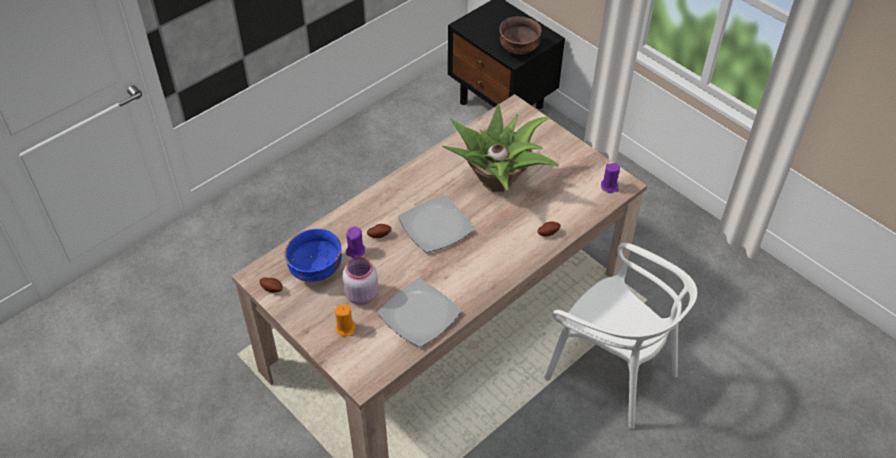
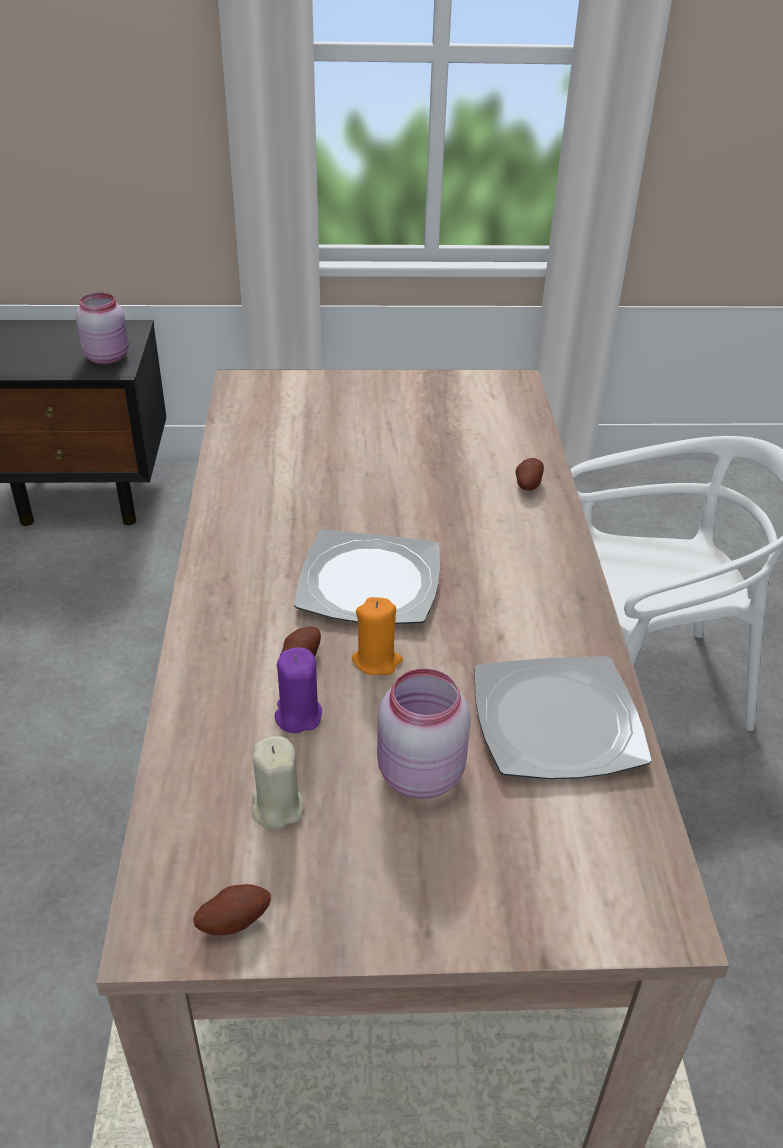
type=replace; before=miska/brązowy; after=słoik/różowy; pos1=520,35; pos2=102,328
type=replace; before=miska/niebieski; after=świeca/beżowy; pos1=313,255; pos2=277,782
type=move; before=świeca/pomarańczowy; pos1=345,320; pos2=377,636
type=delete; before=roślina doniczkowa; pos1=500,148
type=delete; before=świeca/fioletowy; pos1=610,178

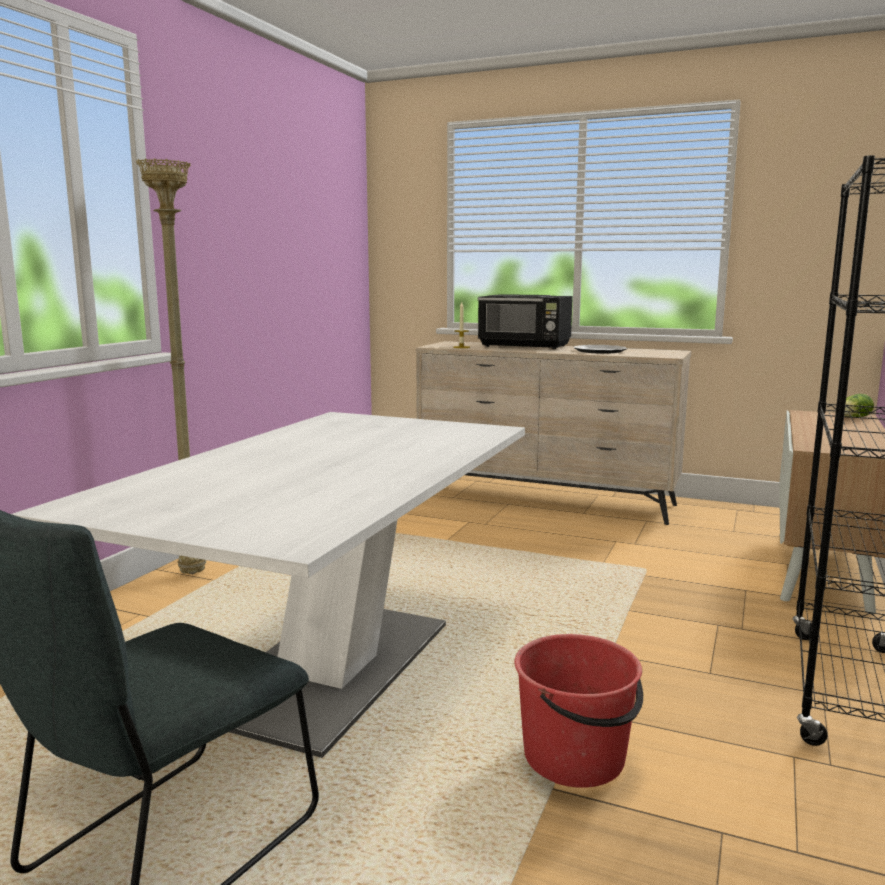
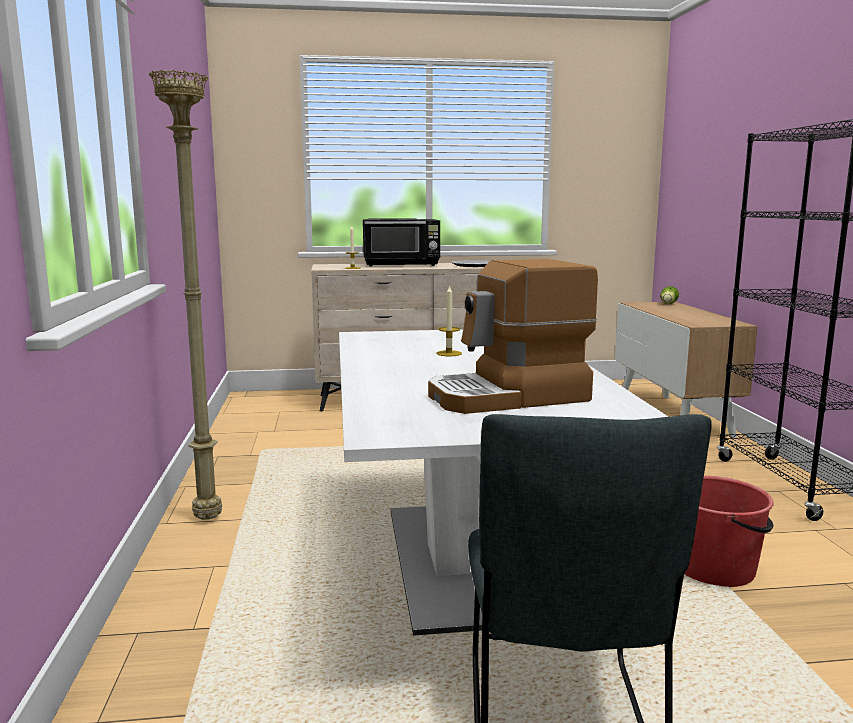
type=insert; after=ekspres do kawy; pos2=513,336
type=insert; after=świeca; pos2=449,320

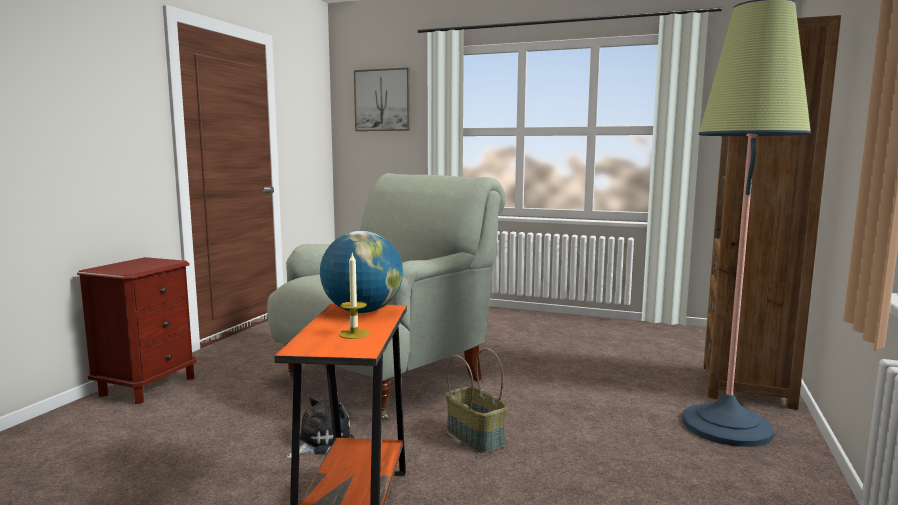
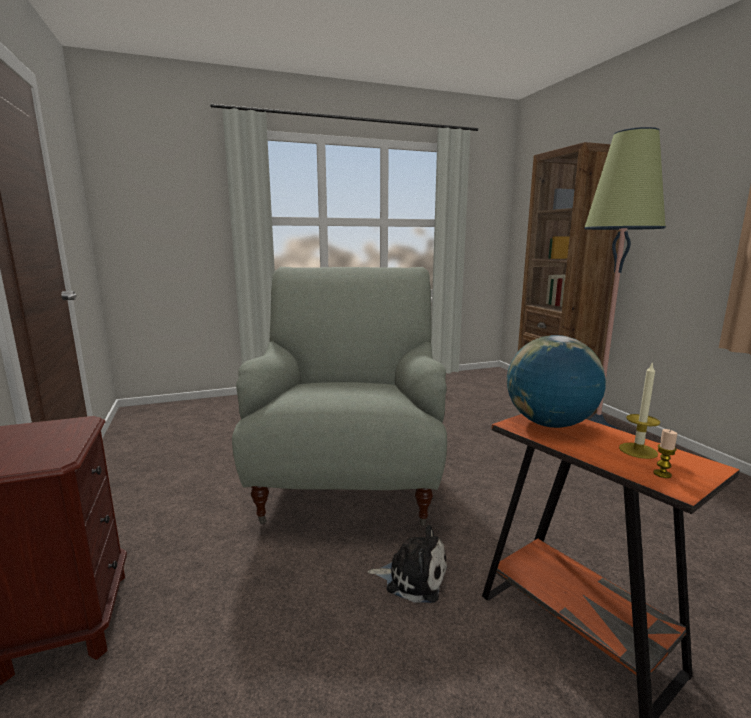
type=rotate; before=pluszak; pos1=320,426; pos2=407,564; turn=105
type=insert; after=świeca; pos2=665,453
type=delete; before=obraz; pos1=382,99
type=delete; before=koszyk; pos1=476,400

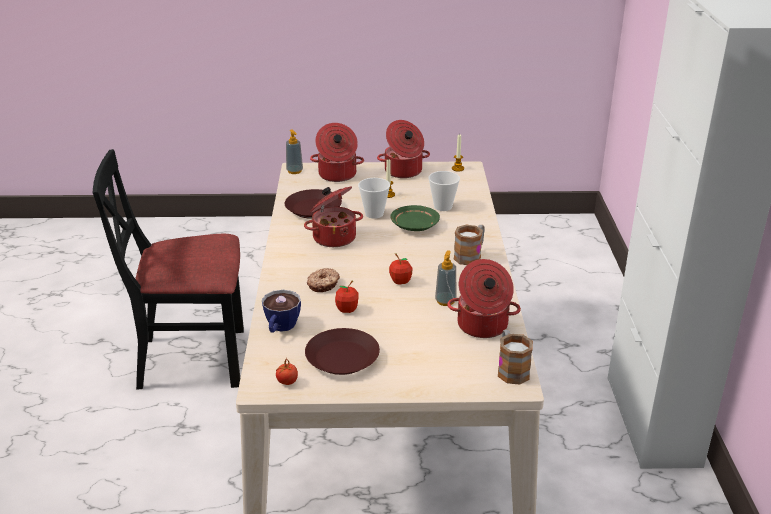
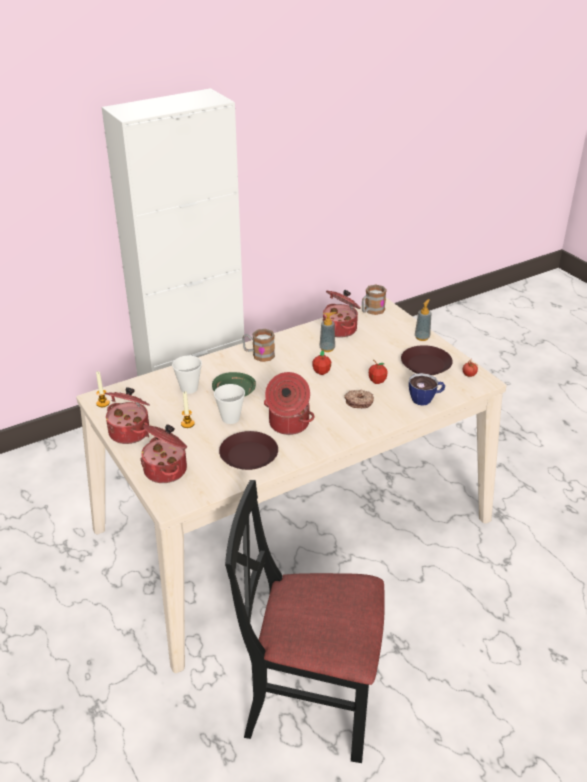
type=rotate; before=krzesło/czarny; pos1=168,269; pos2=305,621; turn=135
type=move; before=dozownik mydła; pos1=294,151; pos2=423,320

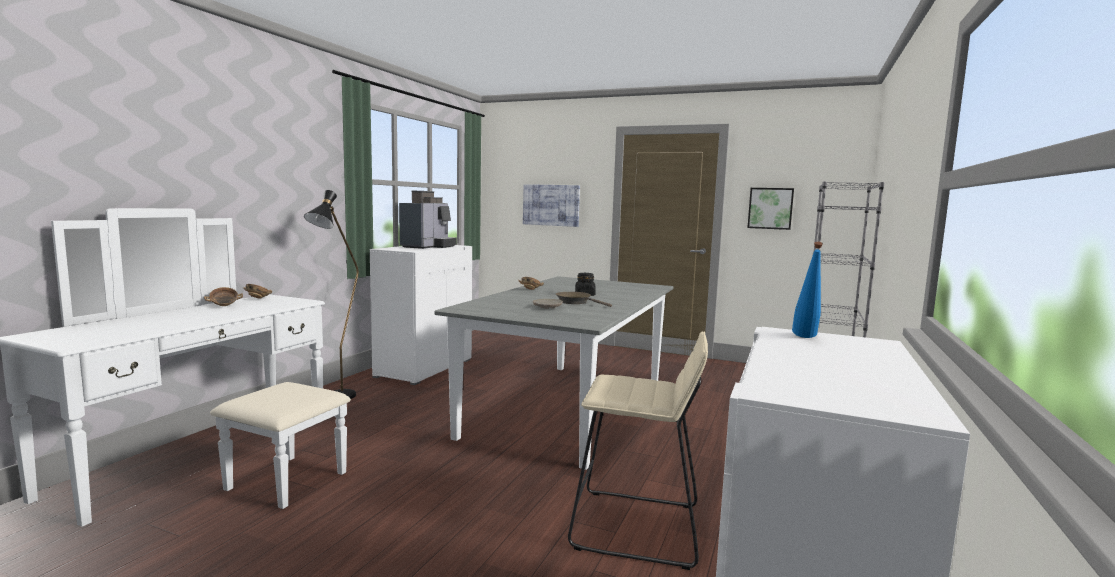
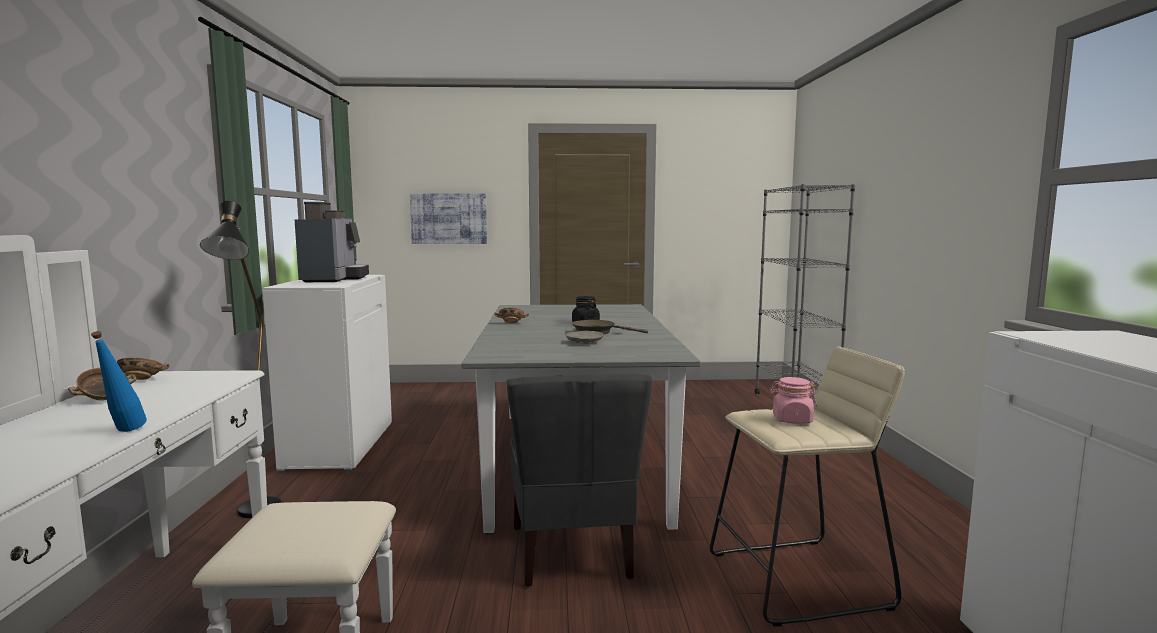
type=move; before=butelka/niebieski; pos1=807,290; pos2=119,381
type=insert; after=krzesło/szary; pos2=579,480
type=insert; after=słoik/różowy; pos2=793,400
type=delete; before=obraz; pos1=770,209

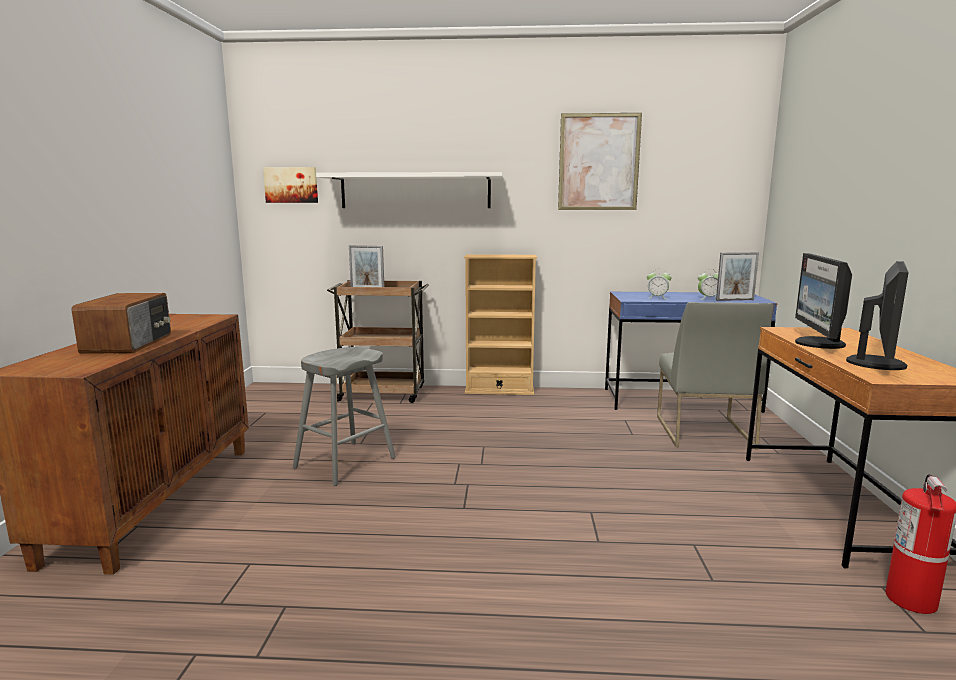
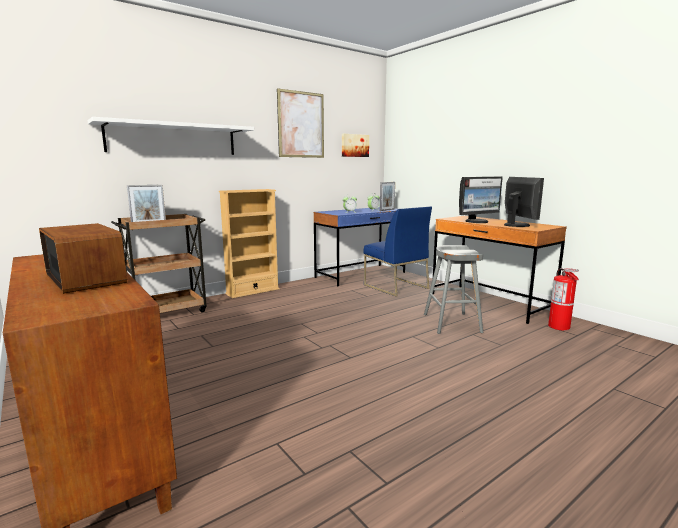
type=move; before=obraz; pos1=290,185; pos2=355,145
type=recolor; before=krzesło/szary; after=krzesło/niebieski; pos1=715,376; pos2=398,251
type=move; before=stołek/szary; pos1=344,416; pos2=453,289
type=rotate; before=monitor; pos1=823,301; pos2=481,200; turn=-90

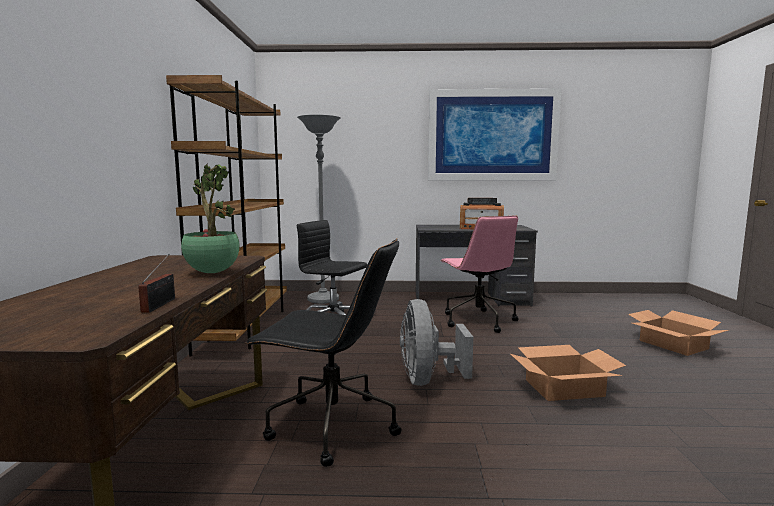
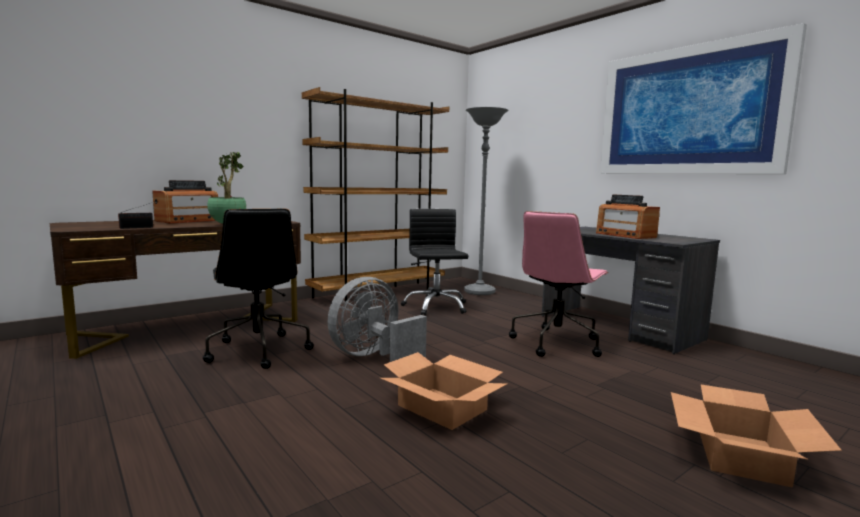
type=insert; after=radio; pos2=185,201

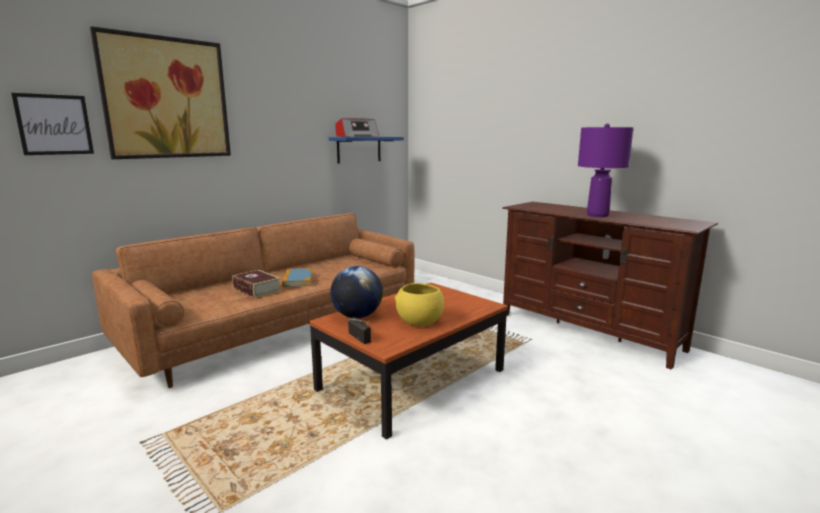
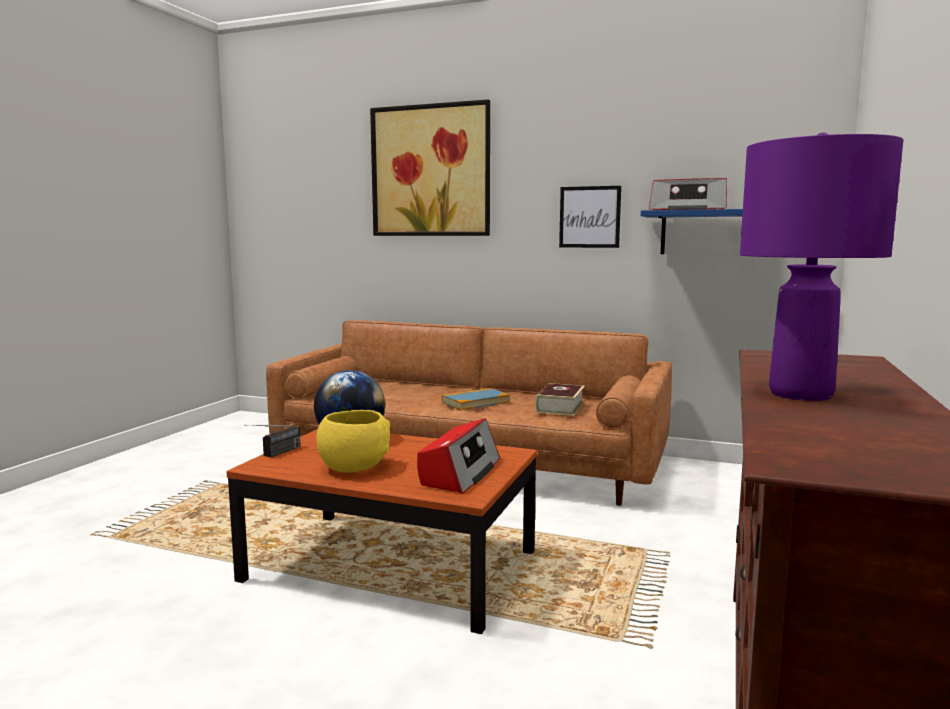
type=insert; after=radio; pos2=458,456
type=move; before=książka; pos1=256,284; pos2=560,399
type=move; before=obraz; pos1=52,124; pos2=590,217

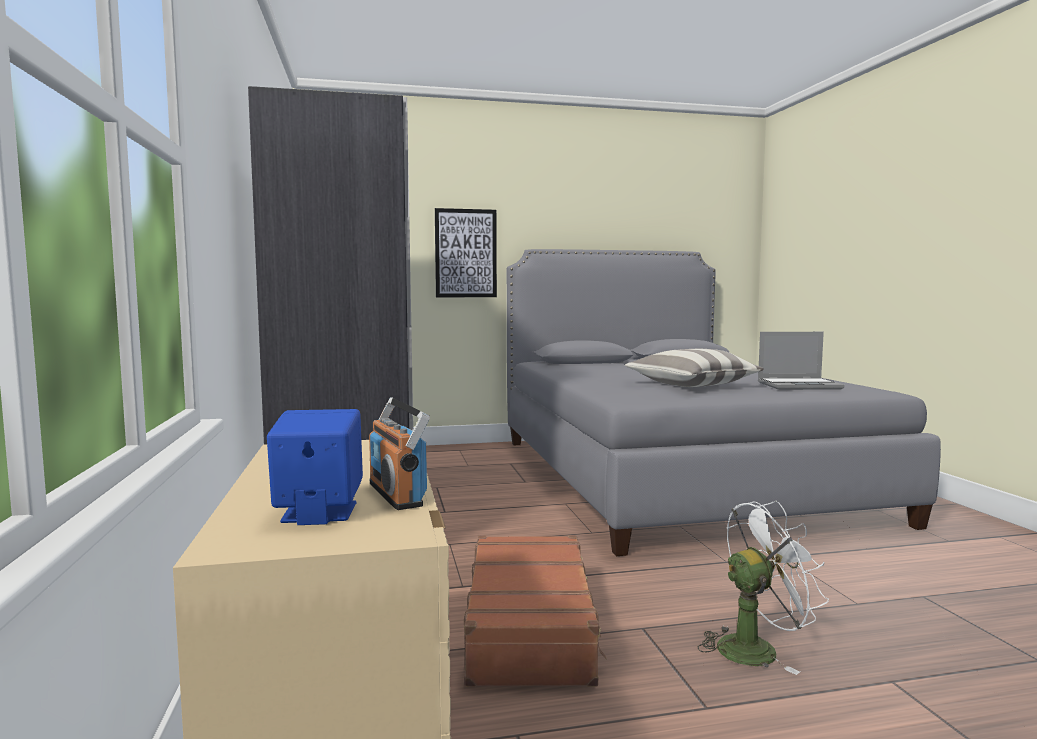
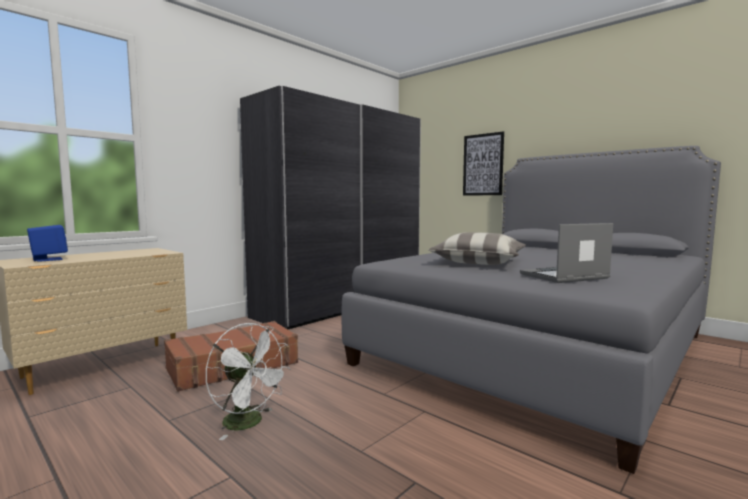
type=rotate; before=laptop; pos1=801,361; pos2=566,253; turn=105
type=delete; before=radio; pos1=399,453

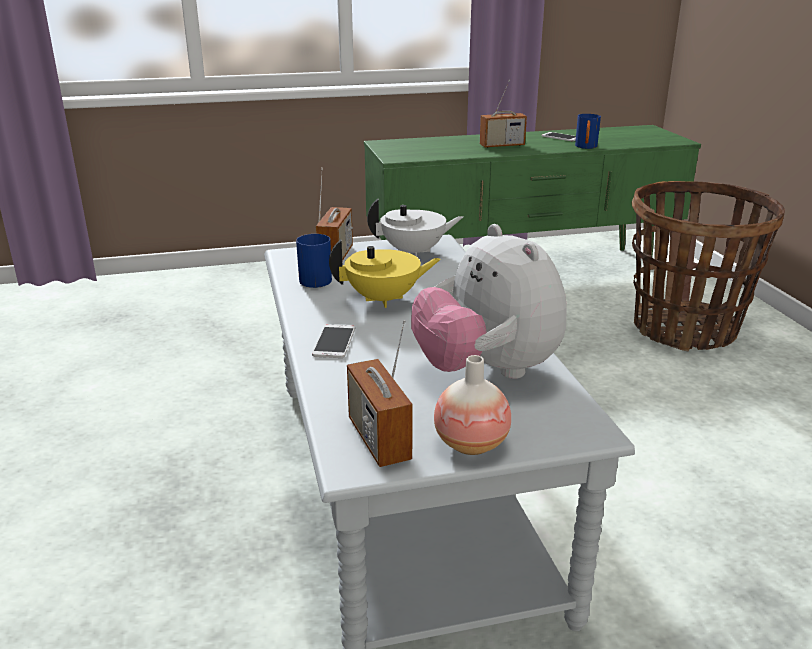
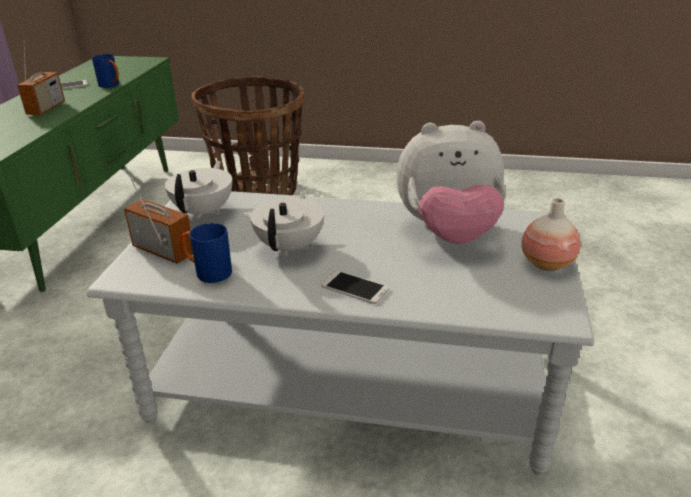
type=recolor; before=imbryk/żółty; after=imbryk/biały; pos1=385,274; pos2=287,223
type=delete; before=radio; pos1=380,393

